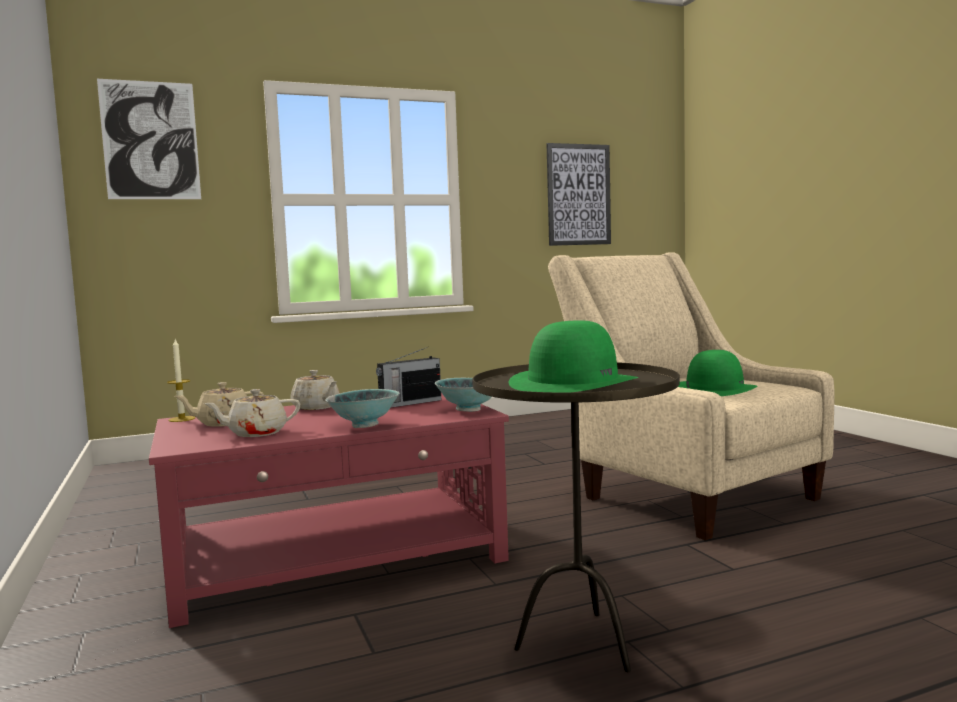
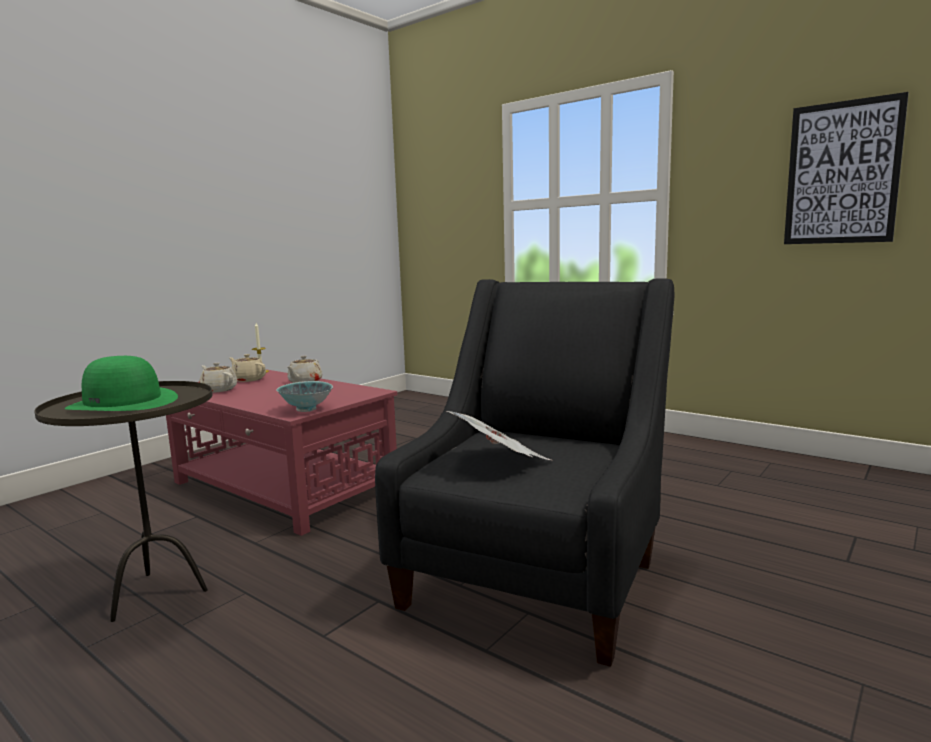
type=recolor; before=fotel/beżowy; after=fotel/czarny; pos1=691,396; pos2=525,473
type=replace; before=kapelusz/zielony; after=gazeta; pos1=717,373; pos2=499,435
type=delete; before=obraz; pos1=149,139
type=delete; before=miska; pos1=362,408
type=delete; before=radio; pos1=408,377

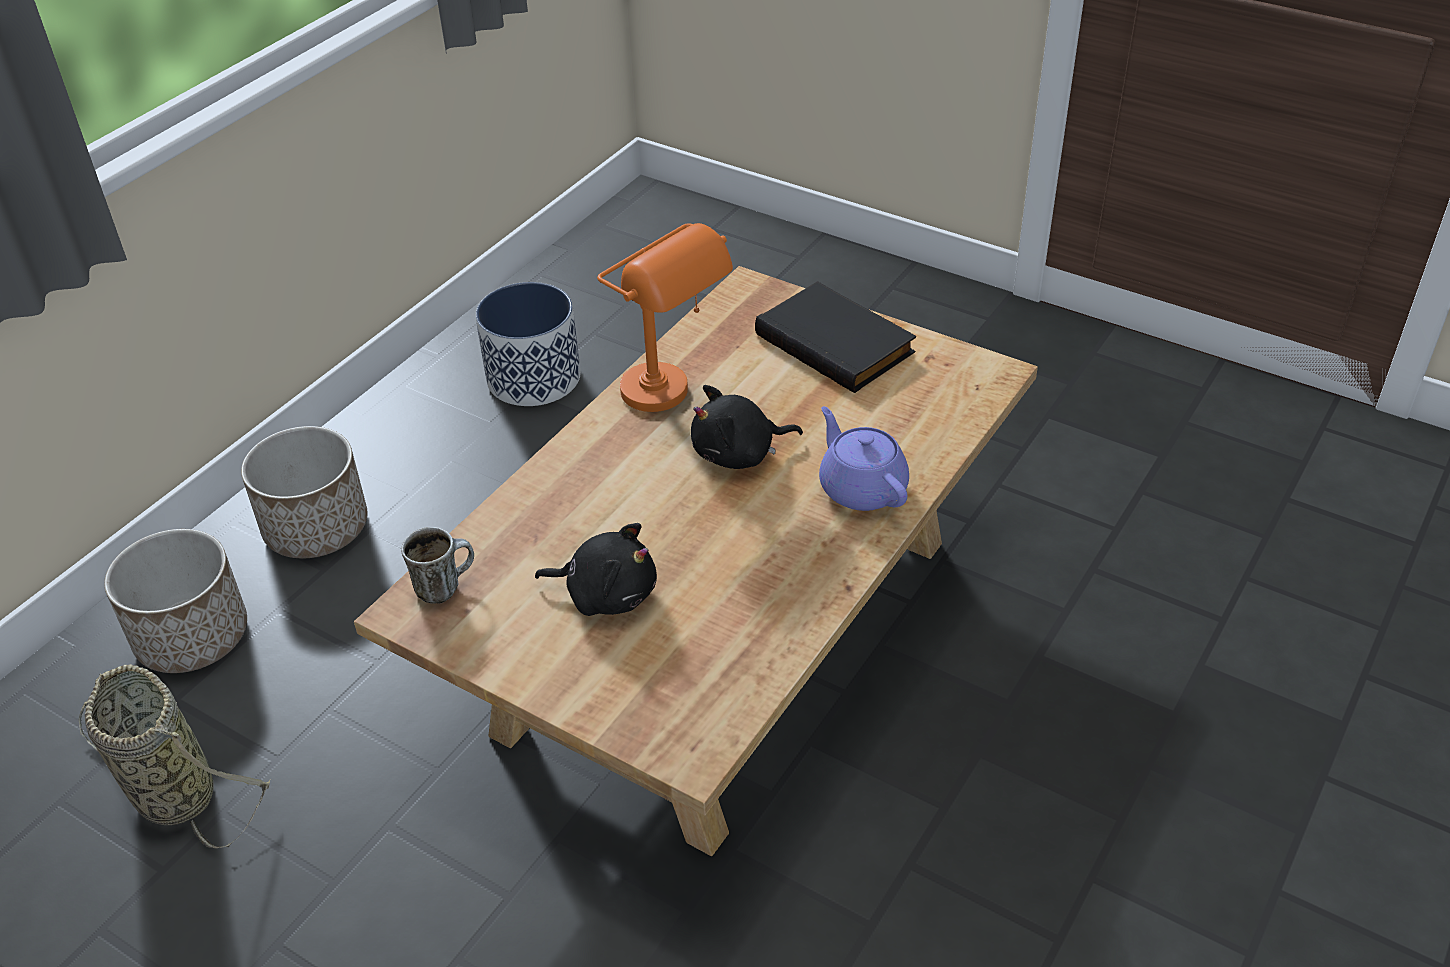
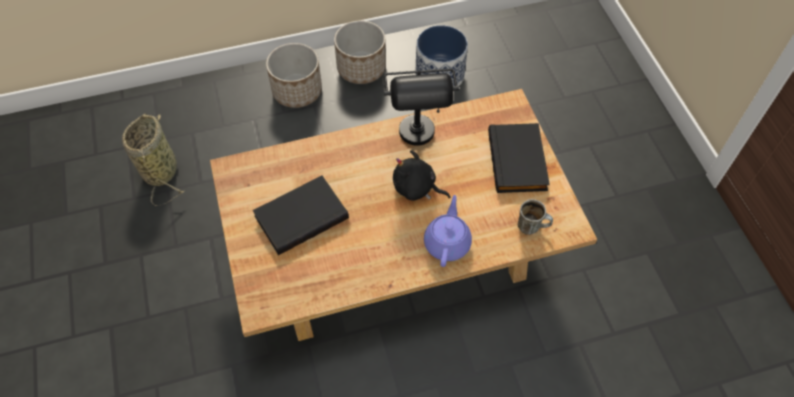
type=replace; before=pluszak/czarny; after=książka/czarny; pos1=596,569; pos2=301,215
type=move; before=donica; pos1=175,601; pos2=360,52
type=recolor; before=lampa stołowa/pomarańczowy; after=lampa stołowa/czarny; pos1=665,317; pos2=421,107
type=move; before=kubek; pos1=437,565; pos2=535,217

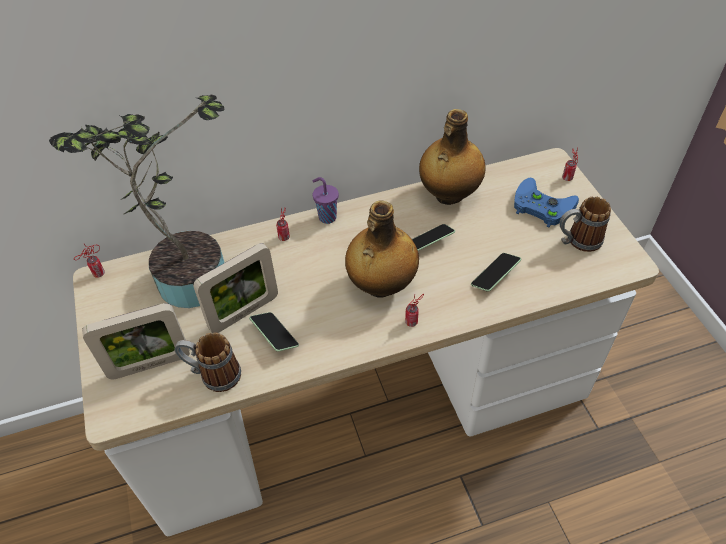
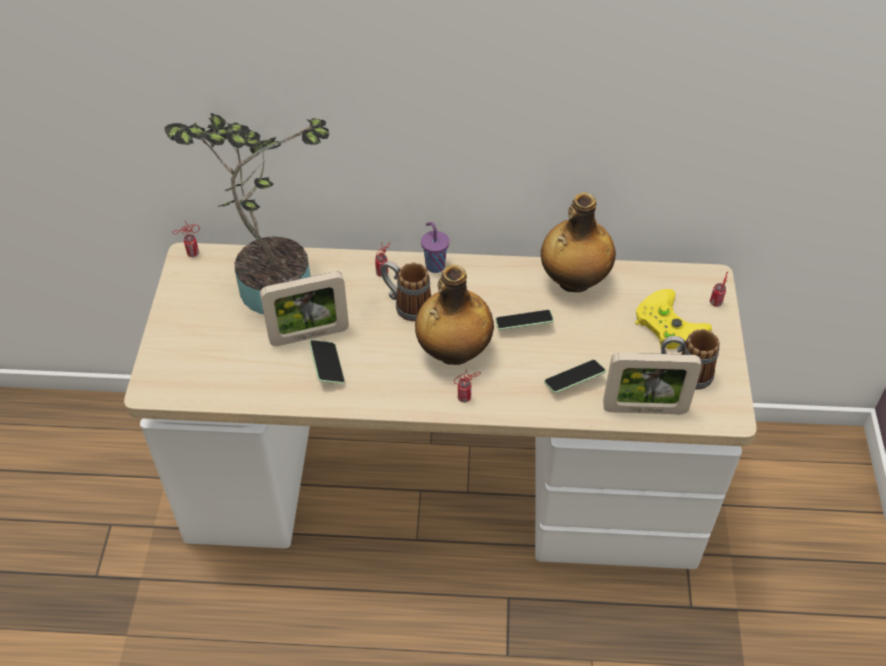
type=move; before=kubek; pos1=207,362; pos2=406,291
type=move; before=ramka na zdjęcie; pos1=136,341; pos2=652,383
type=recolor; before=pad do gier/niebieski; after=pad do gier/żółty; pos1=546,202; pos2=673,319

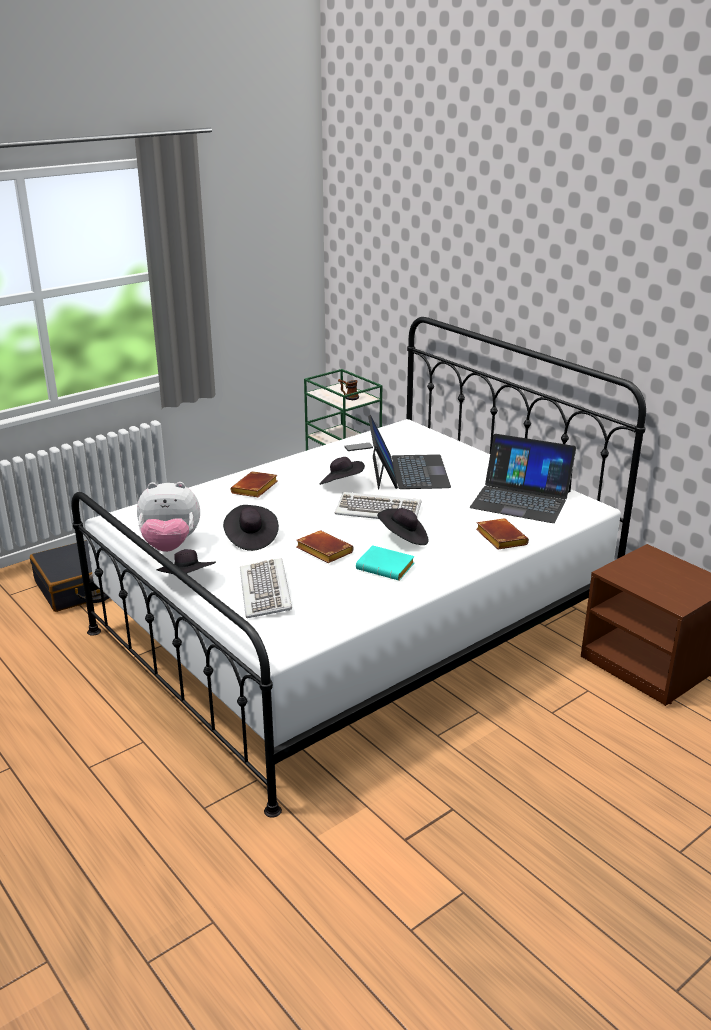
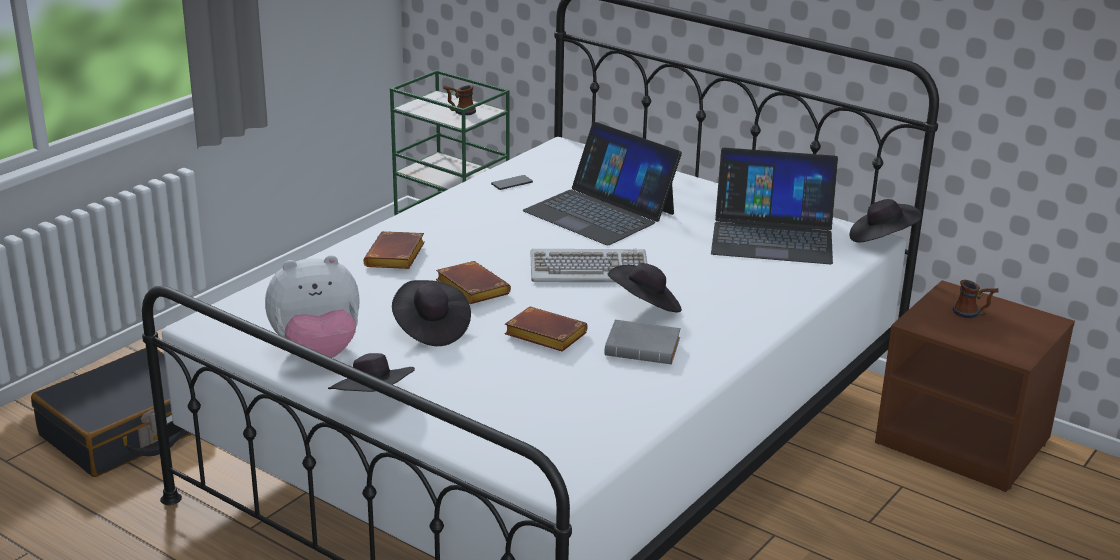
type=move; before=książka/brązowy; pos1=502,534; pos2=473,282
type=rotate; before=laptop; pos1=409,452; pos2=602,183; turn=150
type=recolor; before=książka/turkusowy; after=książka/szary; pos1=385,562; pos2=642,342
type=move; before=kapelusz/czarny; pos1=342,471; pos2=885,220
type=insert; after=kubek; pos2=976,299
type=delete; before=klawiatura; pos1=266,588

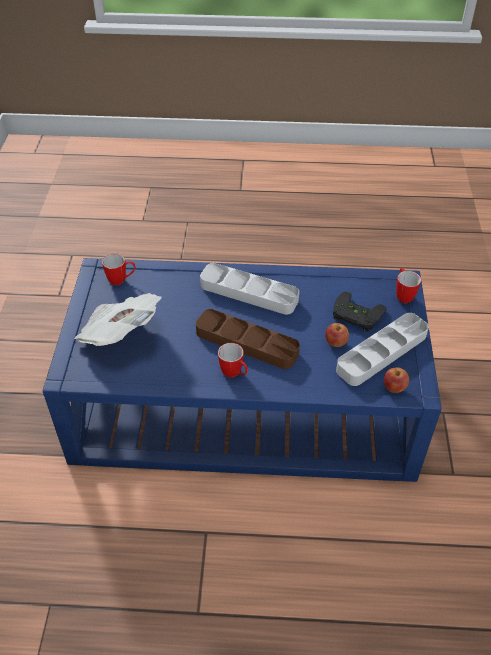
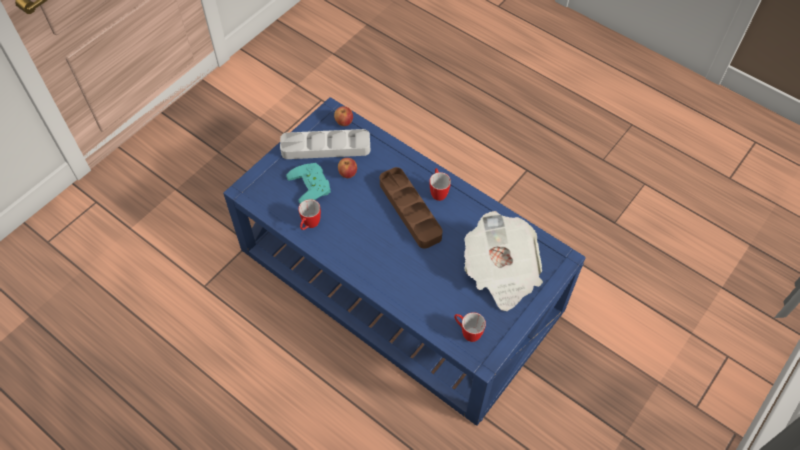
type=recolor; before=pad do gier/czarny; after=pad do gier/turkusowy; pos1=359,312; pos2=308,183
type=move; before=kubek; pos1=408,285; pos2=309,214
type=delete; before=taca/szary; pos1=249,289

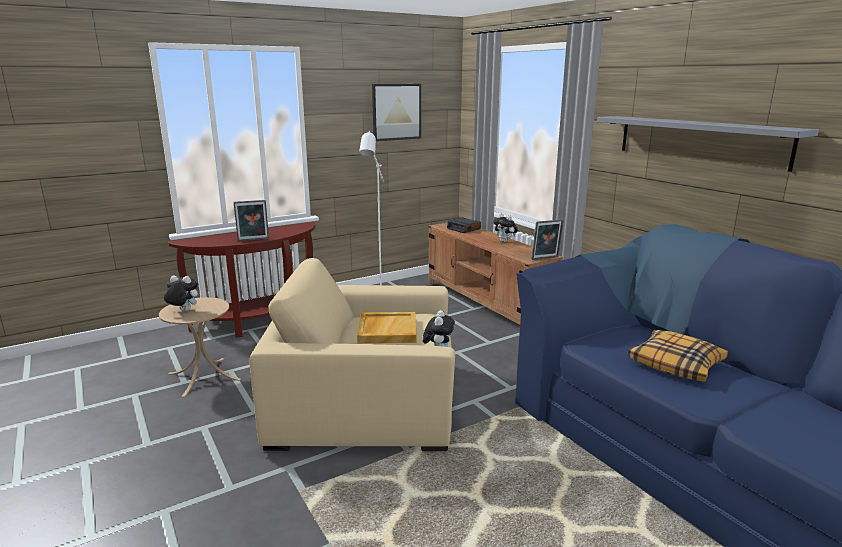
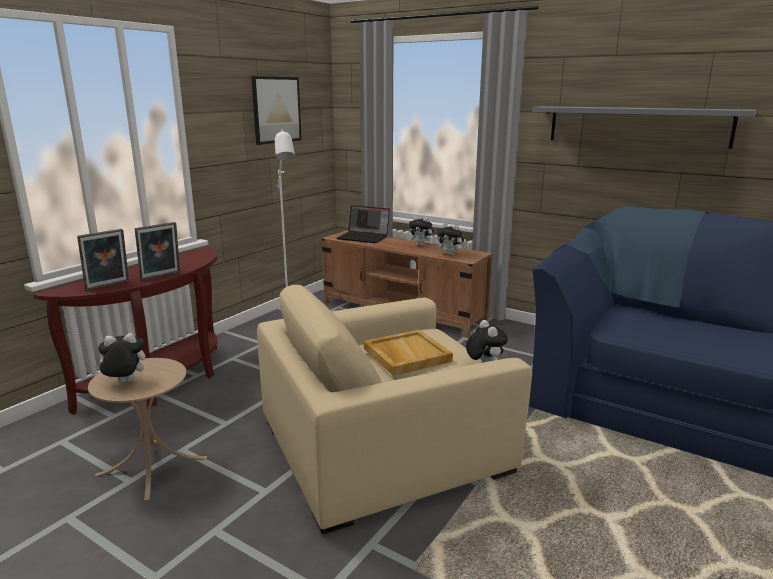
type=move; before=ramka na zdjęcie; pos1=547,239; pos2=103,260
type=replace; before=budzik; after=laptop; pos1=464,225; pos2=363,224
type=insert; after=pluszak; pos2=451,239
type=delete; before=poduszka; pos1=678,356

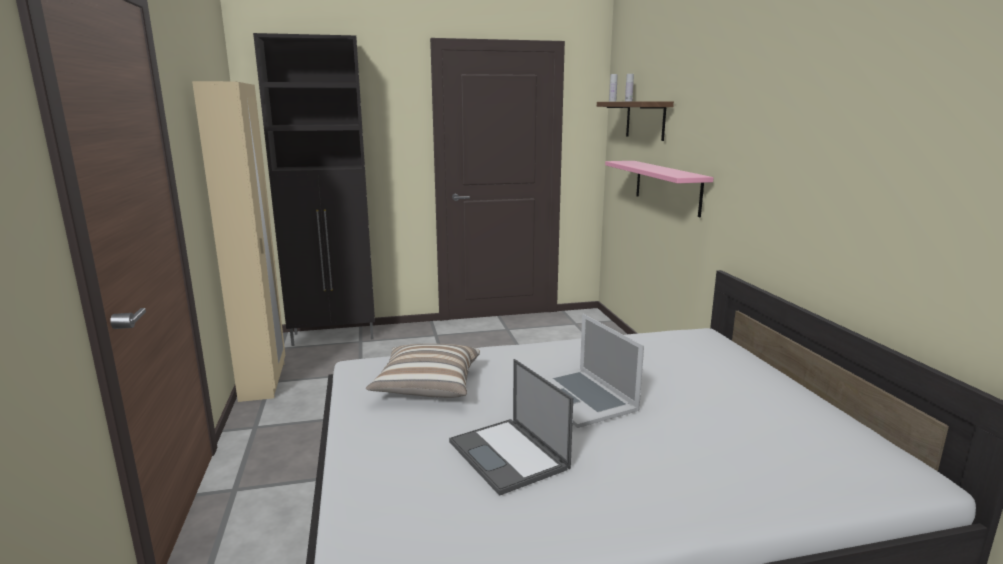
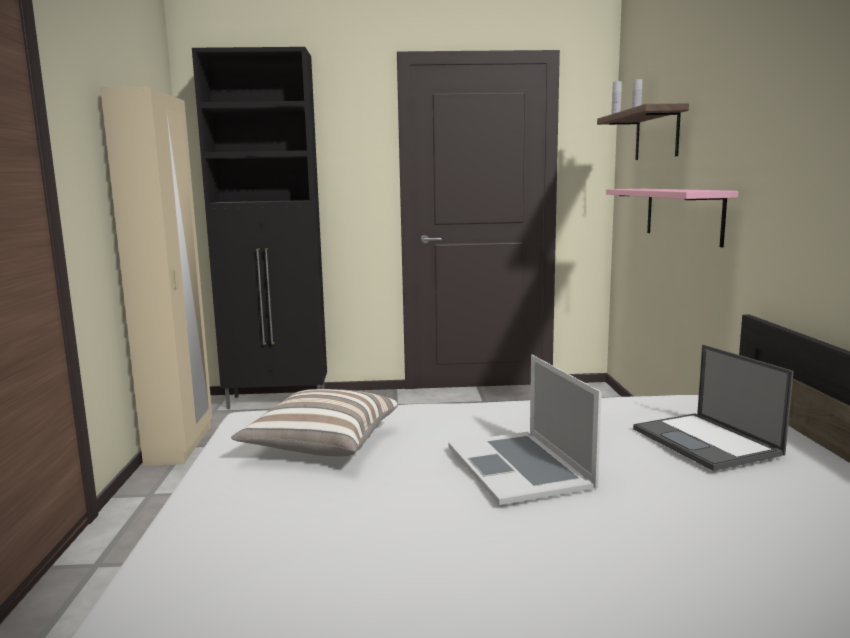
type=move; before=laptop; pos1=511,427; pos2=713,407

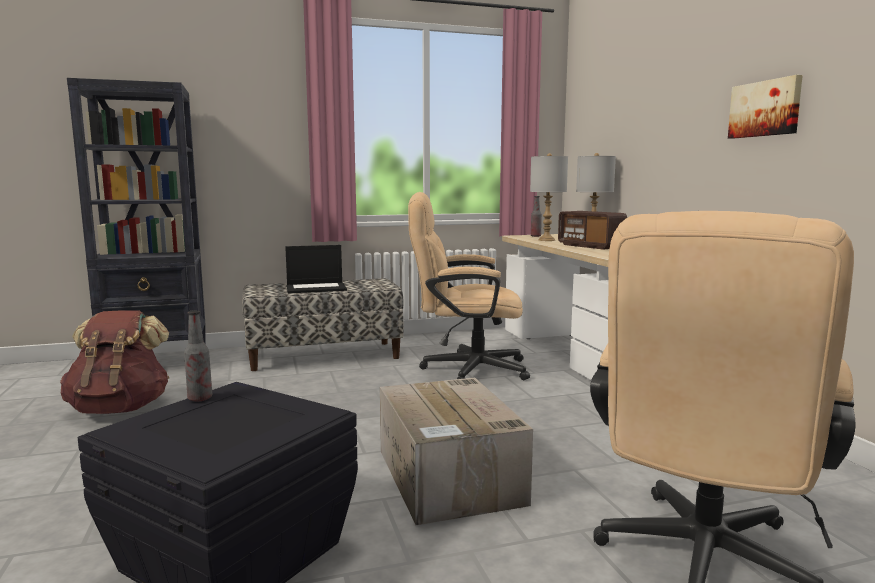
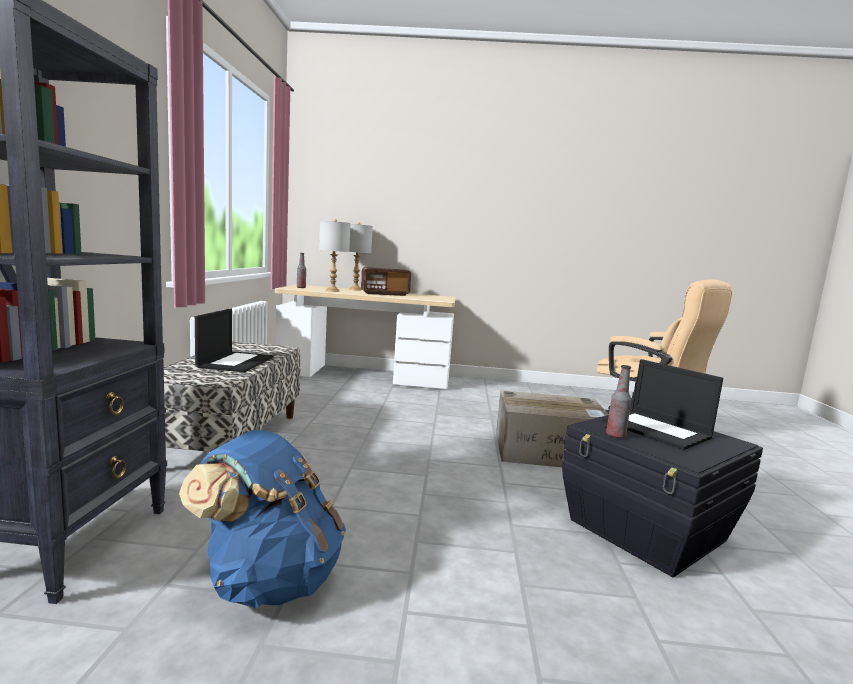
type=recolor; before=plecak/brązowy; after=plecak/niebieski; pos1=114,362; pos2=262,519
type=insert; after=laptop; pos2=662,404
type=delete; before=krzesło biurowe/beżowy; pos1=469,286
type=delete; before=obraz; pos1=765,107

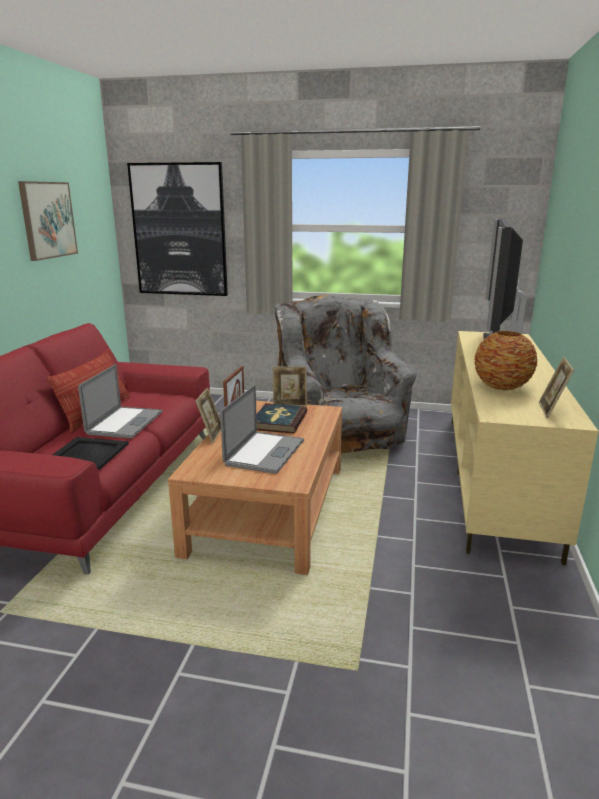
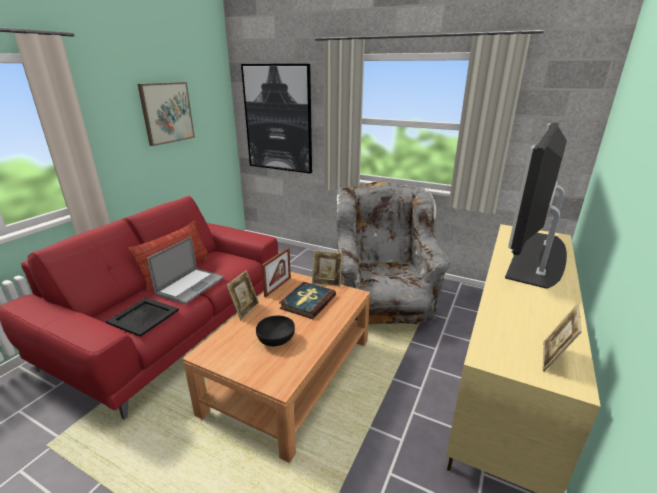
type=replace; before=laptop; after=miska/czarny; pos1=262,429; pos2=275,331
type=delete; before=wazon; pos1=505,360

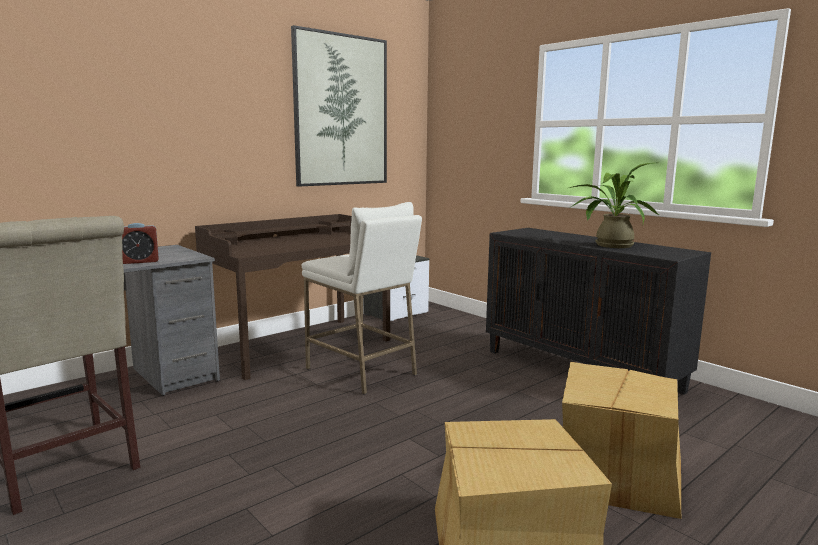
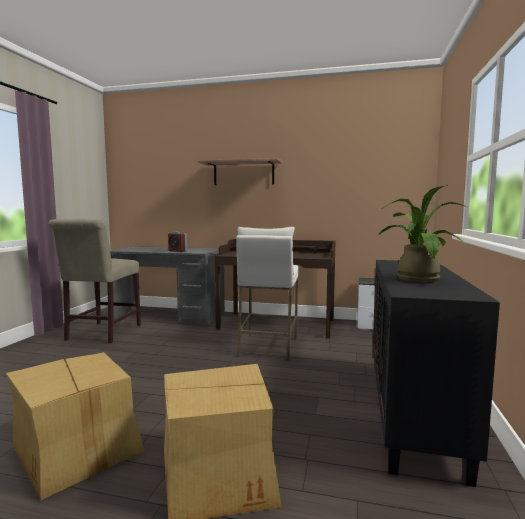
type=insert; after=półka; pos2=240,171
type=delete; before=obraz; pos1=339,106

